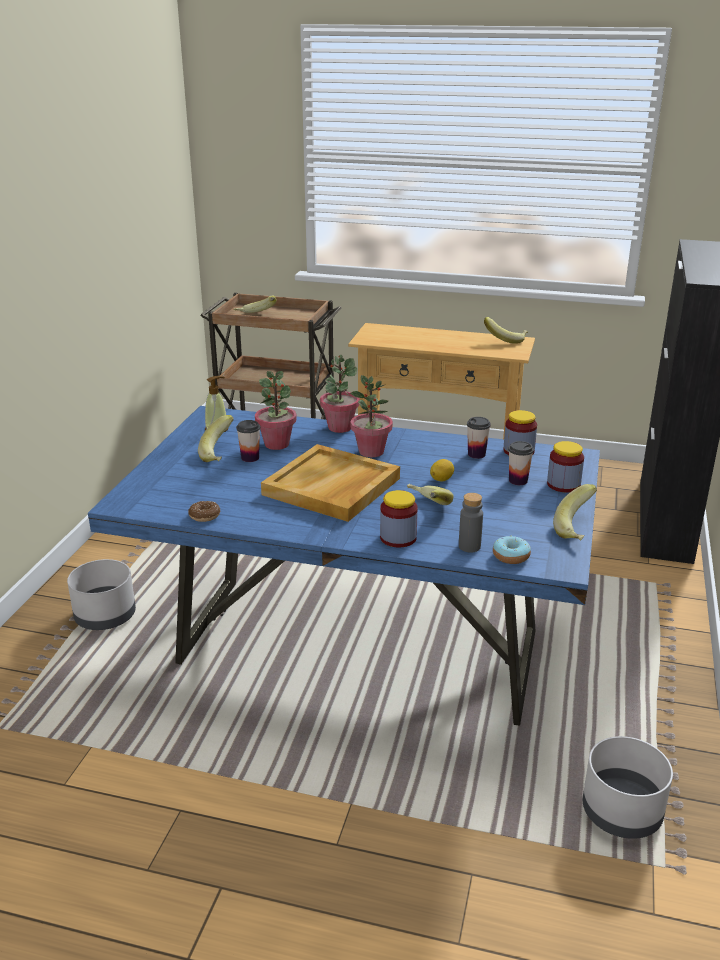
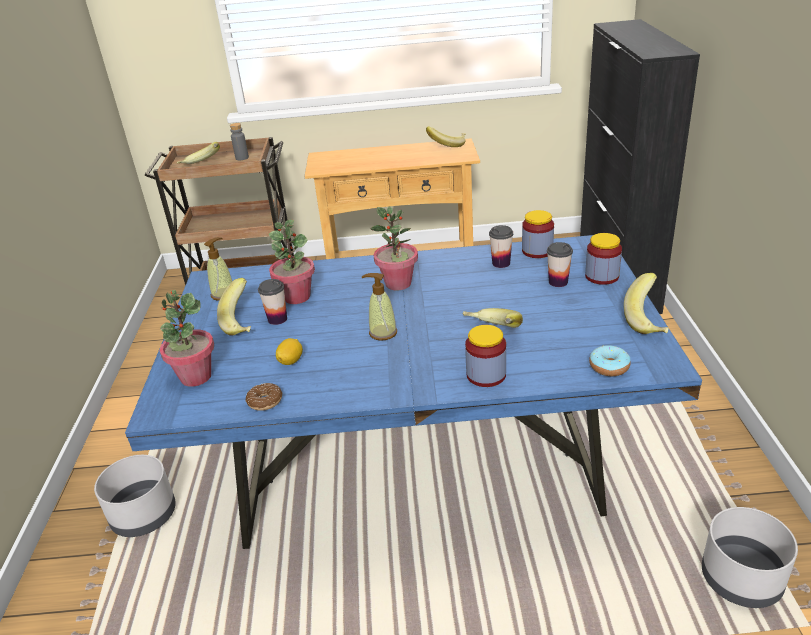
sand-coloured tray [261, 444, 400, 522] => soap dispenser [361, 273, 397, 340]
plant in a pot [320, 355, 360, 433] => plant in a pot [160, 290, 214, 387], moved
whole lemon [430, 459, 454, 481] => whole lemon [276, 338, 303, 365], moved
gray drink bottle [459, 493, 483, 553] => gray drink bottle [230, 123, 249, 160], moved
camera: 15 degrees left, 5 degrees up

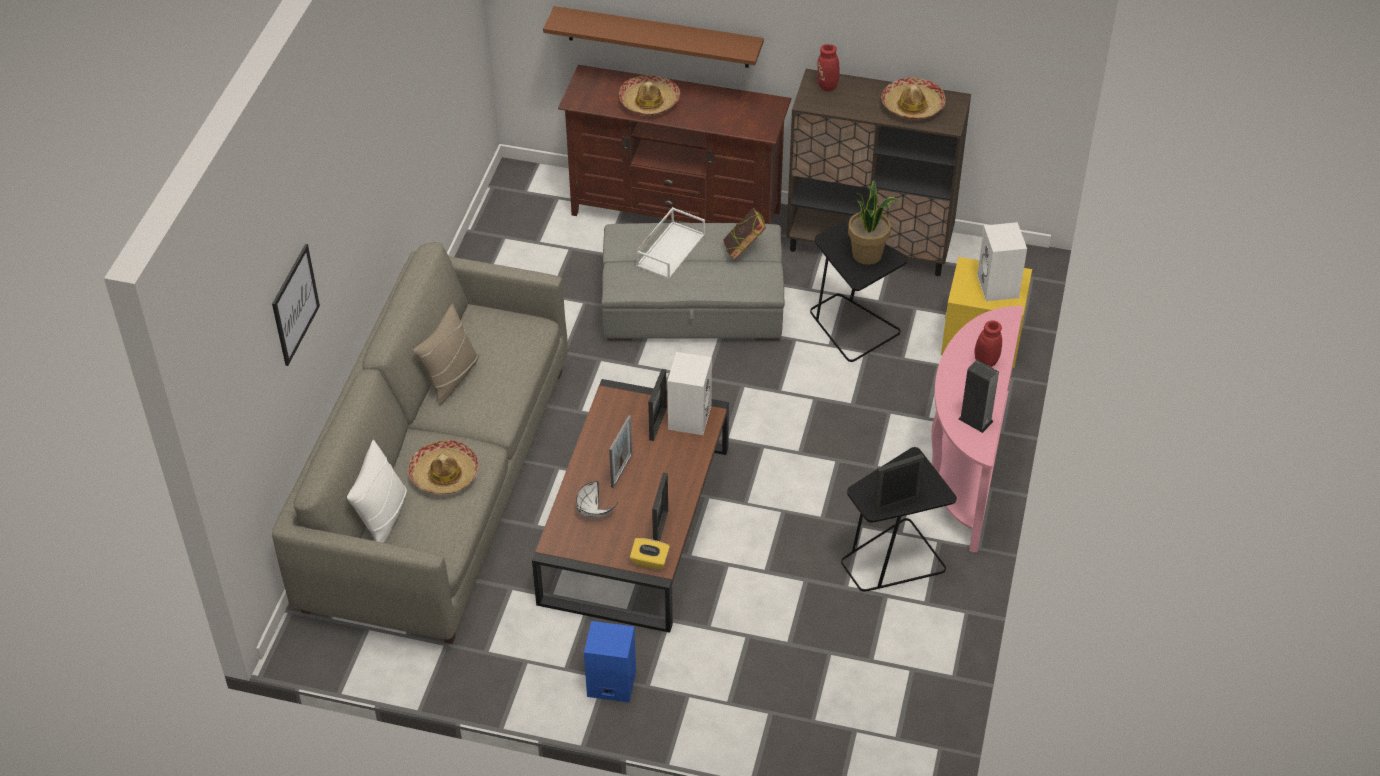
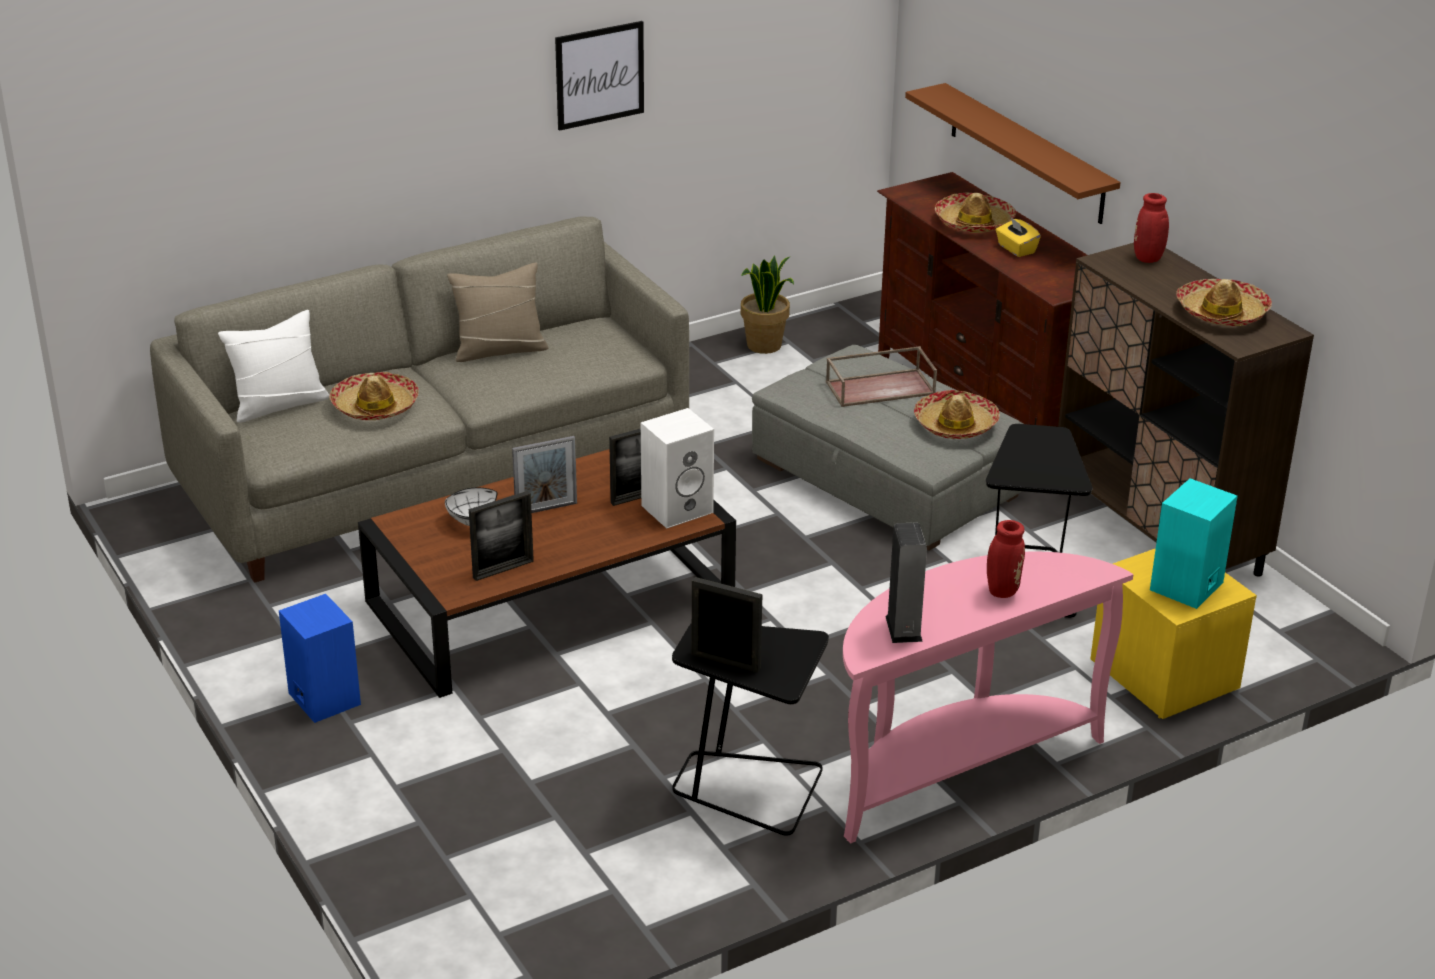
picture [272, 244, 320, 366] => picture [555, 21, 644, 131], moved
yellowish box of tissues [630, 538, 670, 570] => yellowish box of tissues [996, 218, 1041, 257], moved
whitish tray [636, 207, 705, 279] => brown-coloured tray [826, 346, 937, 407]
volume [723, 208, 766, 260] => clothing hat [914, 390, 1000, 439]
plant in a pot [848, 180, 898, 265] => plant in a pot [741, 255, 794, 354], moved
whitish loudspeaker [977, 222, 1027, 301] => turquoise loudspeaker [1150, 478, 1237, 609]
camera: 45 degrees right, 15 degrees down

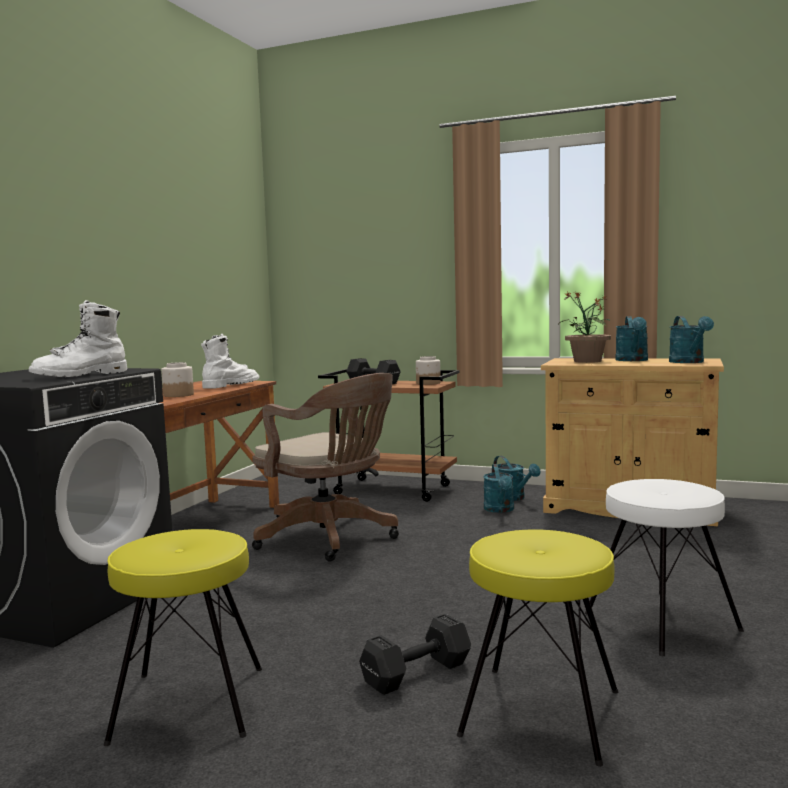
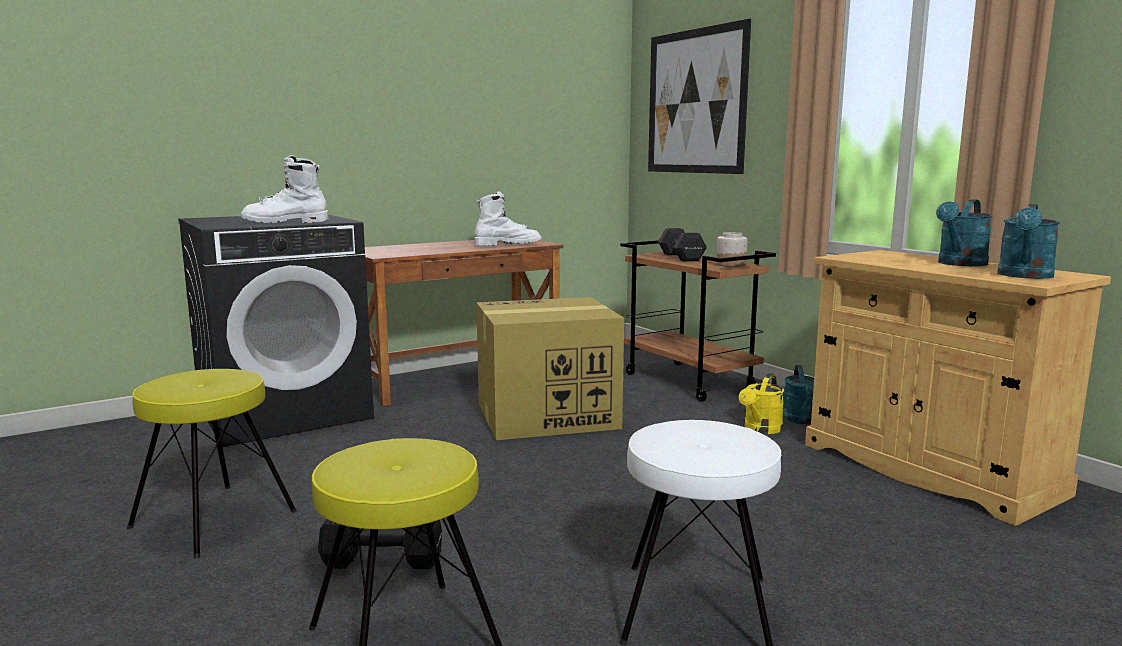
preserve jar [161, 362, 194, 397] => nothing
brown-coloured computer chair [252, 373, 399, 562] => cardboard box [476, 297, 624, 440]
turquoise watering can [483, 464, 514, 513] => yellowish watering can [739, 373, 784, 434]
plant in a pot [558, 291, 611, 363] => nothing
nothing => picture [648, 19, 751, 174]
camera: 35 degrees right, 5 degrees up

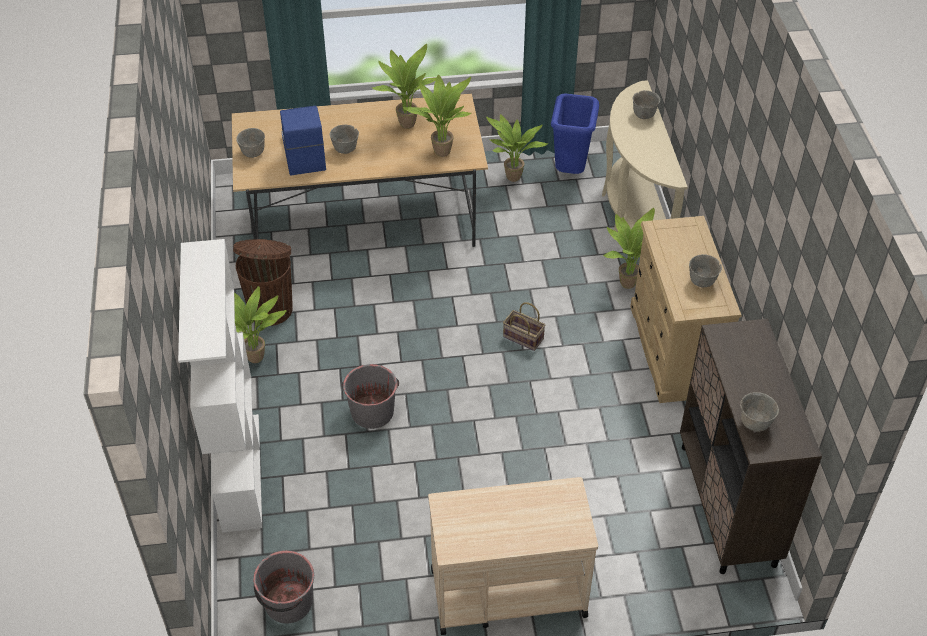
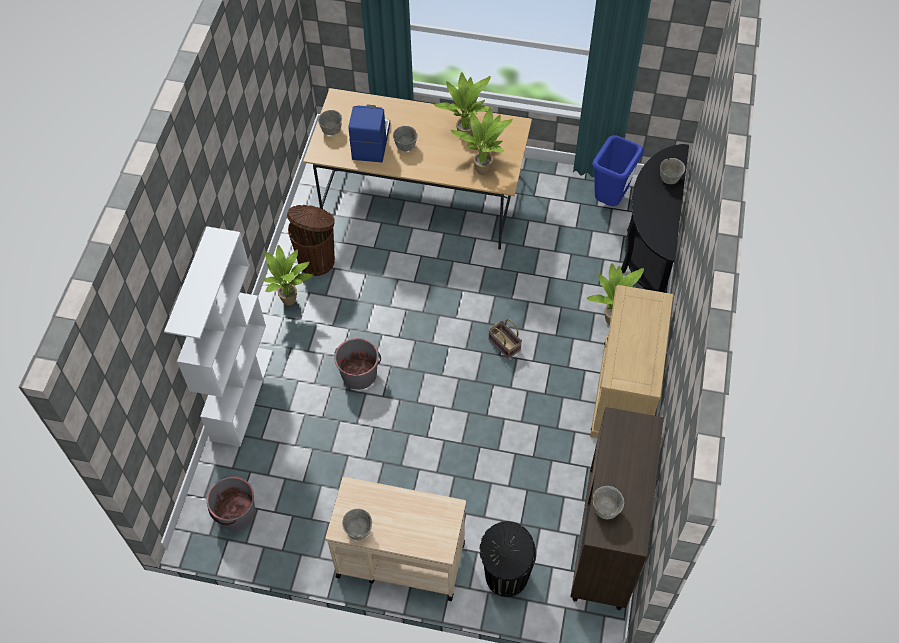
plant in a pot [486, 114, 548, 182] => nothing
sand-coloured narrow table [602, 80, 688, 232] => black narrow table [621, 144, 689, 293]
gray bowl [689, 254, 722, 288] => gray bowl [342, 509, 372, 540], moved
nothing => black trash can [480, 521, 536, 597]
camera: 20 degrees right, 10 degrees up

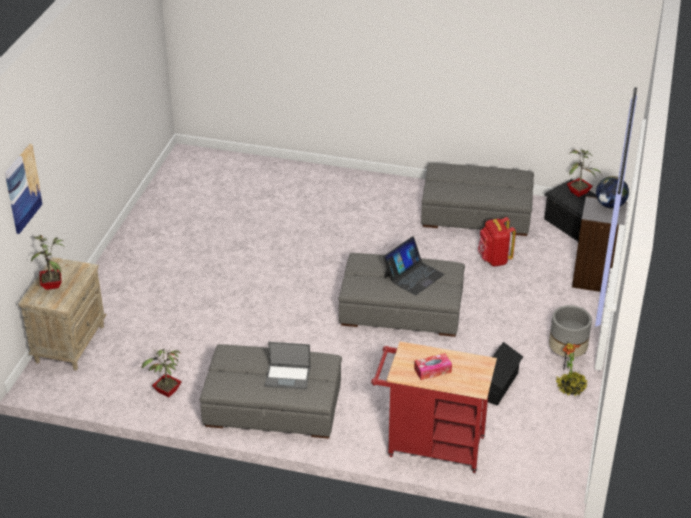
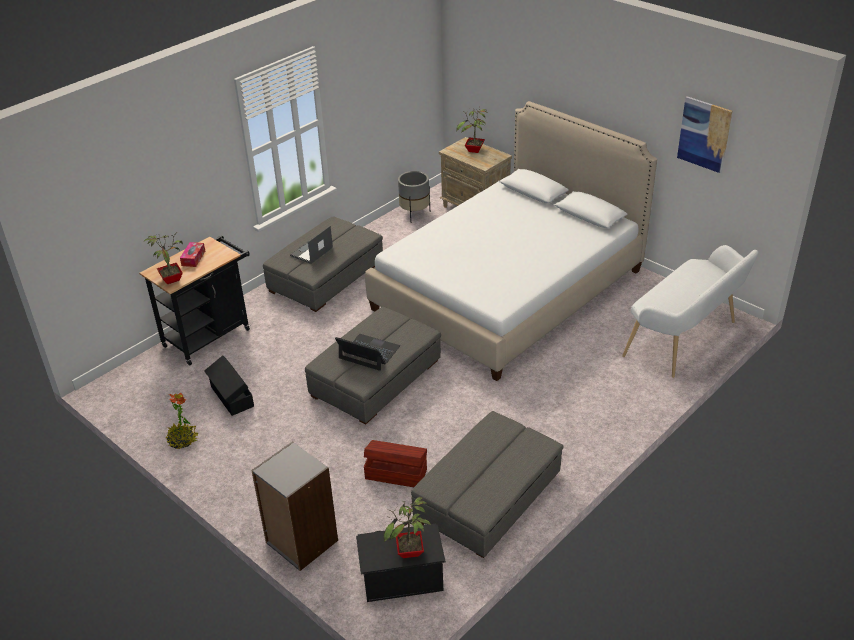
picture [5, 144, 43, 234] => picture [677, 96, 732, 173], moved
plant in a pot [141, 346, 182, 398] => plant in a pot [144, 235, 183, 284], moved
red-coloured wheeled cart [371, 342, 497, 473] => black wheeled cart [139, 236, 250, 365]
portable computer [383, 236, 445, 295] => portable computer [335, 334, 400, 371], 135 degrees clockwise
red-coloured rucksack [478, 217, 516, 267] => brown-coloured storage bin [364, 440, 427, 487]
gray planter [549, 305, 592, 370] => gray planter [398, 171, 430, 220], moved
desk globe [596, 176, 629, 208] => nothing
nothing => sleeping bed [365, 101, 657, 381]
nothing => whitish indoor bench [622, 245, 759, 378]
camera: 120 degrees right, 0 degrees up

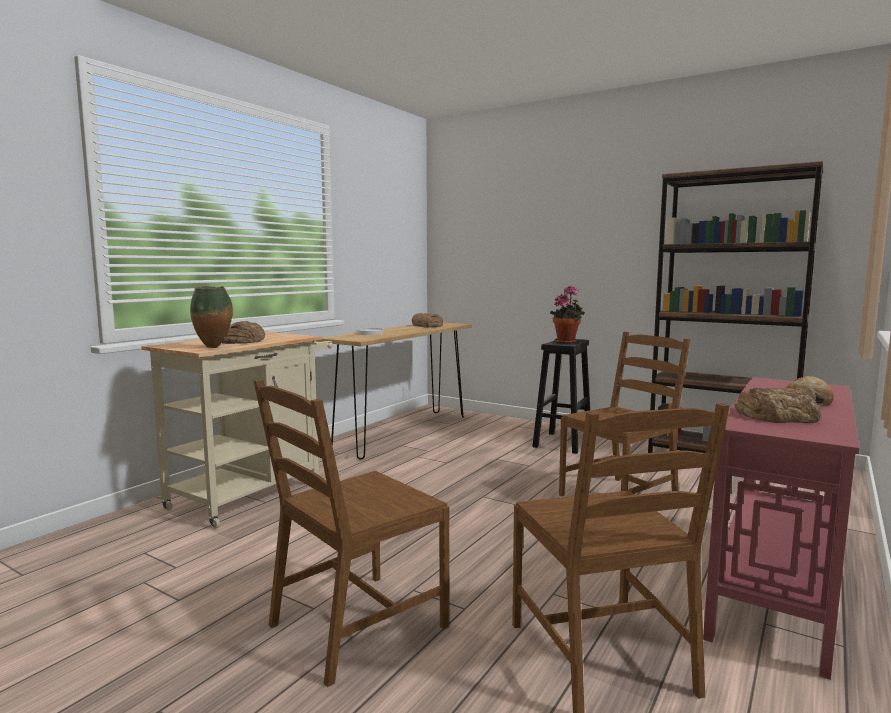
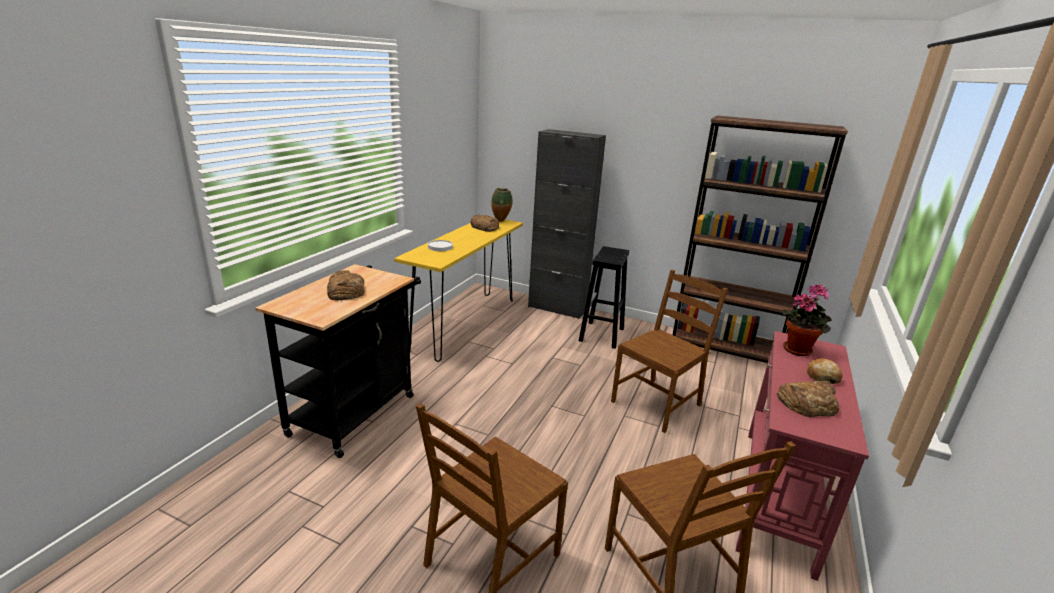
sand-coloured wheeled cart [141, 332, 333, 529] => black wheeled cart [255, 264, 421, 458]
flower vase [190, 286, 233, 348] => flower vase [491, 188, 513, 222], moved
brown-coloured narrow table [316, 322, 472, 459] => yellowish narrow table [394, 220, 523, 362]
plant in a pot [550, 286, 585, 344] => plant in a pot [782, 284, 832, 356], moved
nothing => black cabinet [528, 129, 606, 319]
camera: 10 degrees left, 15 degrees up

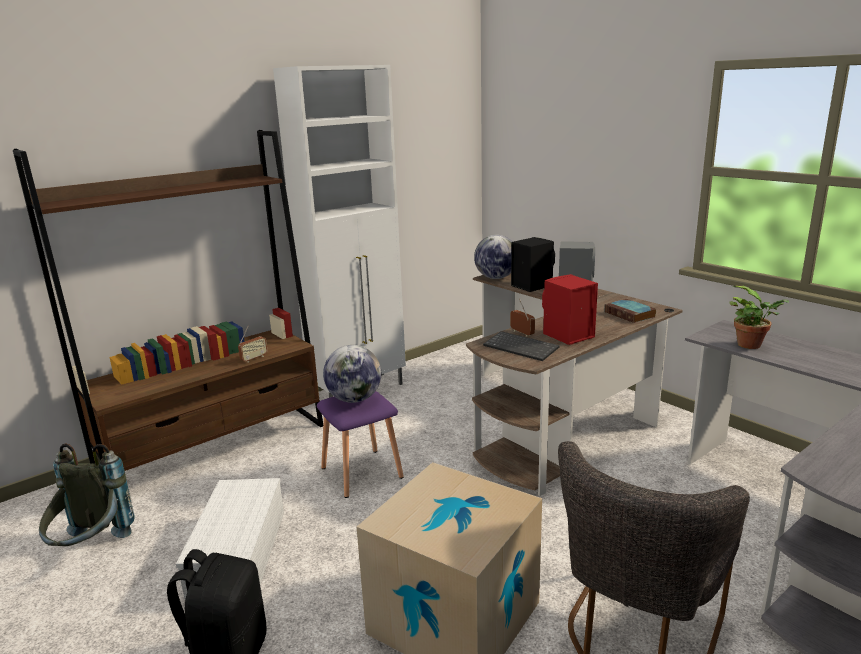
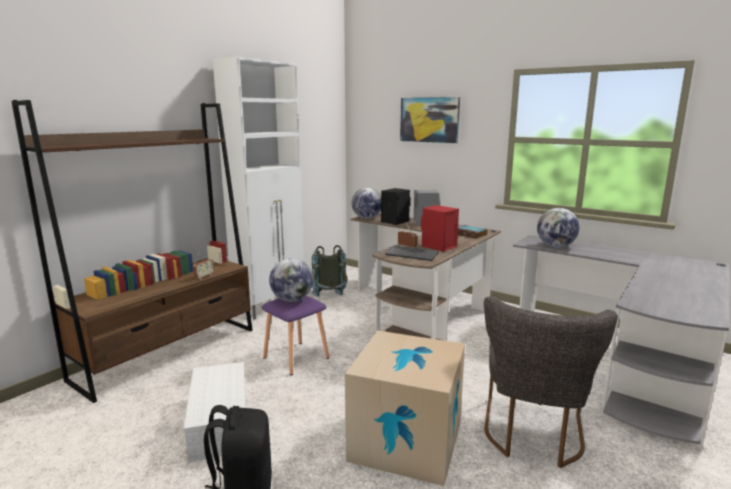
gray rucksack [39, 443, 135, 546] => gray rucksack [311, 245, 347, 297], moved
plant in a pot [730, 286, 789, 349] => desk globe [537, 208, 580, 247]
nothing => picture [400, 97, 460, 143]
camera: 15 degrees left, 5 degrees down

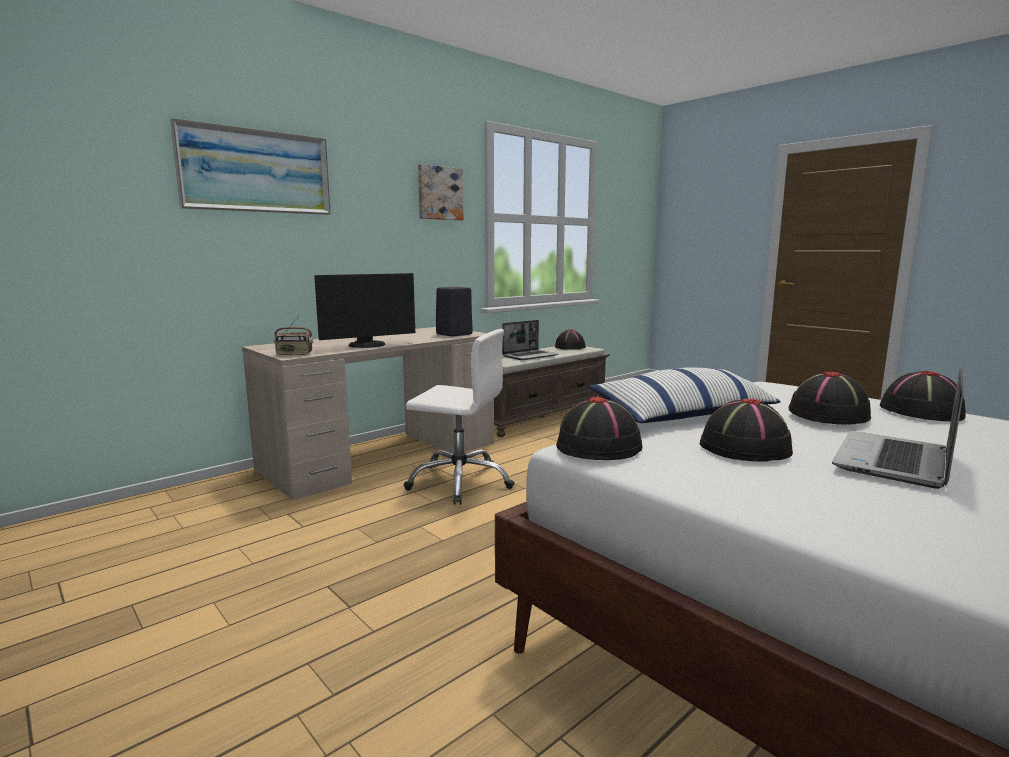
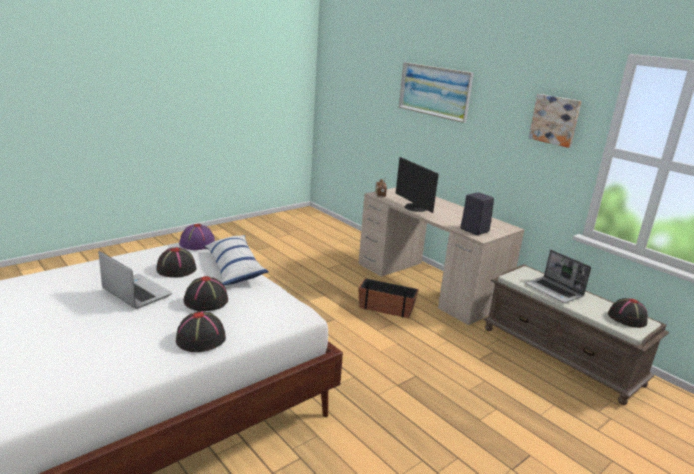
whitish computer chair [403, 329, 514, 505] => planter [358, 278, 419, 318]
black clothing hat [556, 396, 642, 460] => purple clothing hat [179, 223, 215, 250]
camera: 90 degrees right, 10 degrees up

